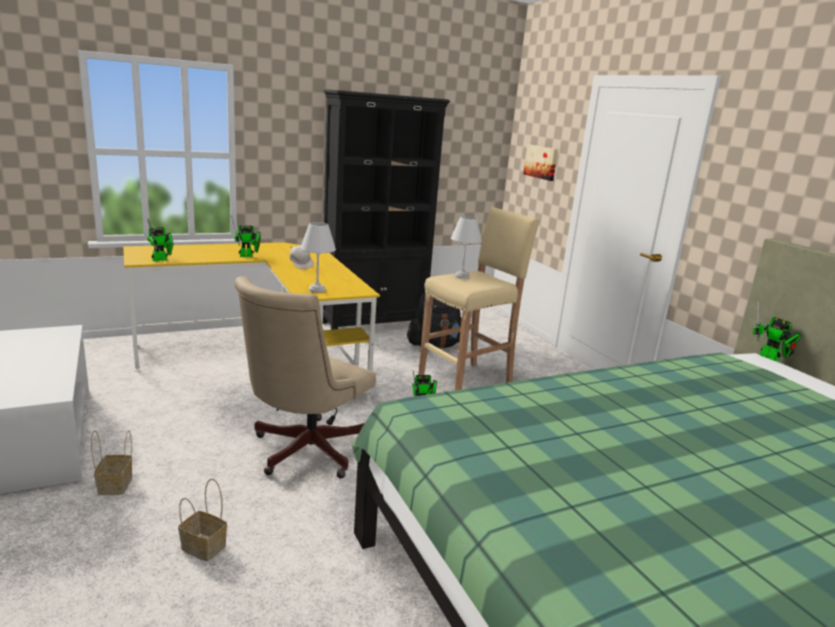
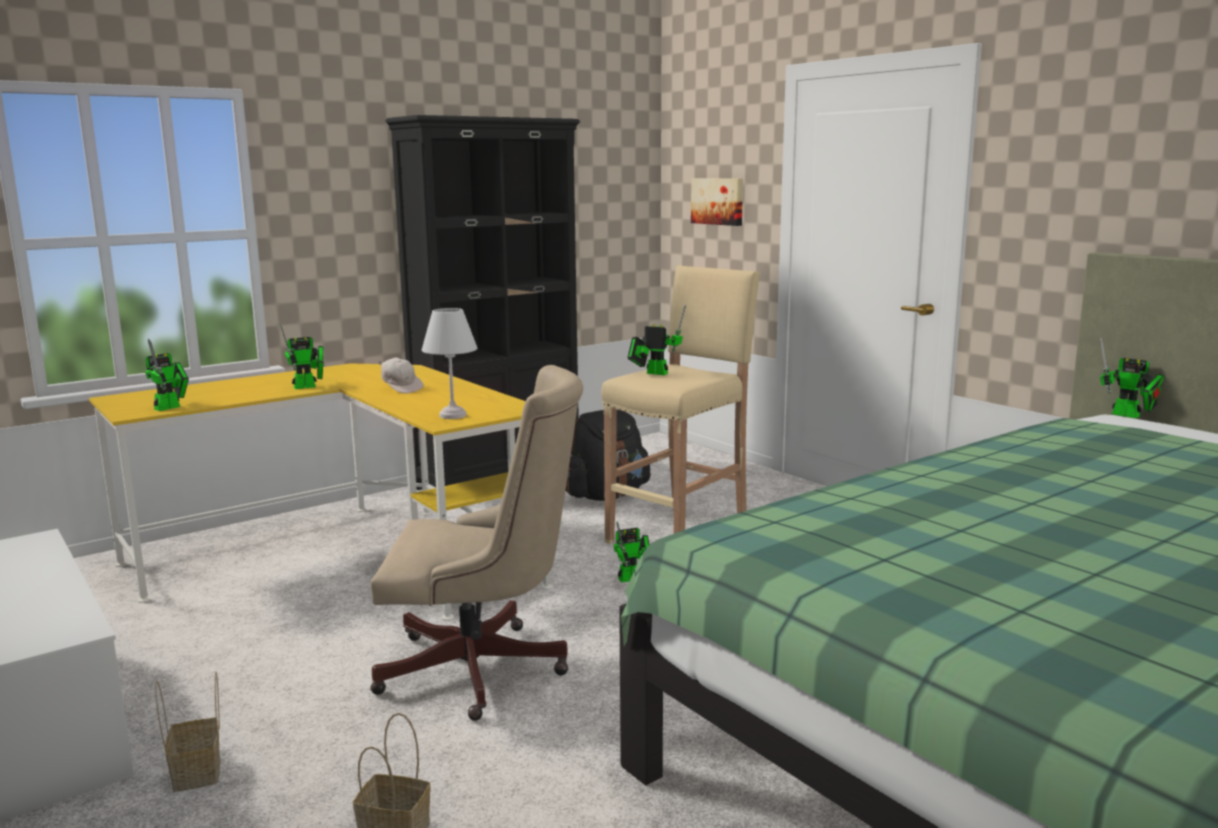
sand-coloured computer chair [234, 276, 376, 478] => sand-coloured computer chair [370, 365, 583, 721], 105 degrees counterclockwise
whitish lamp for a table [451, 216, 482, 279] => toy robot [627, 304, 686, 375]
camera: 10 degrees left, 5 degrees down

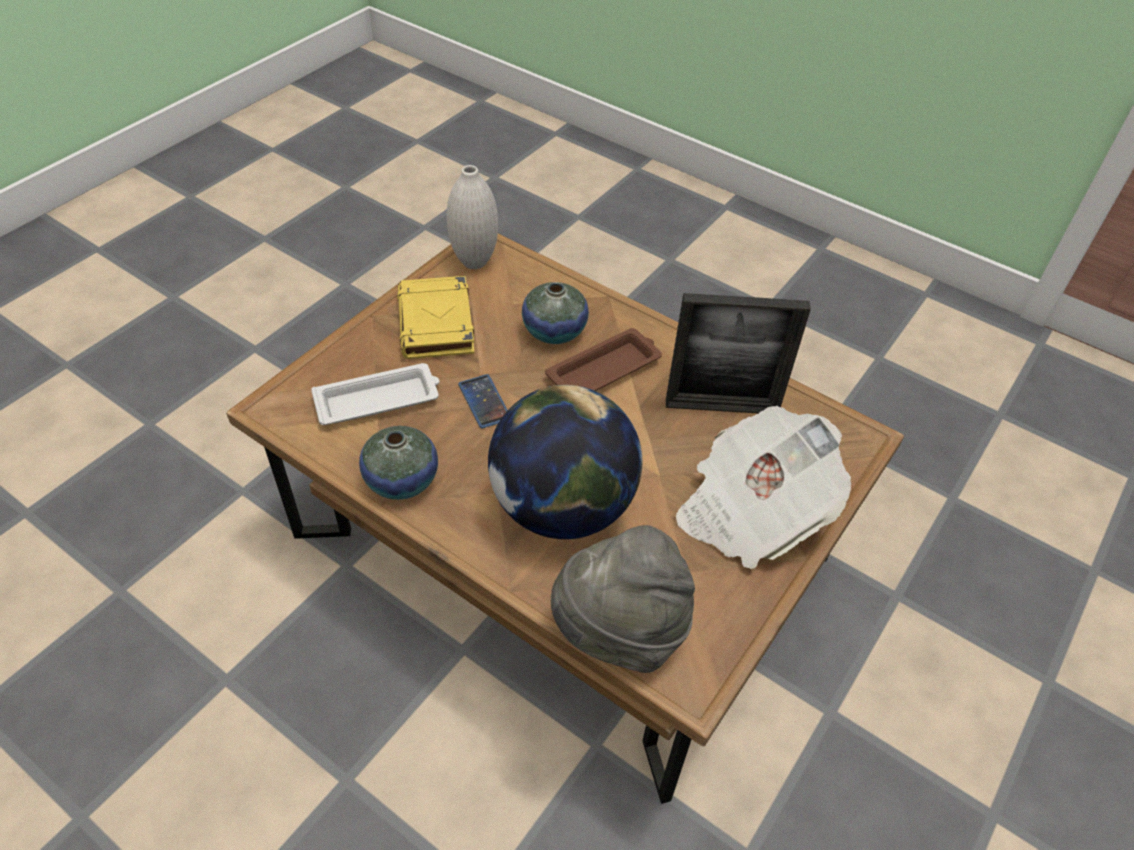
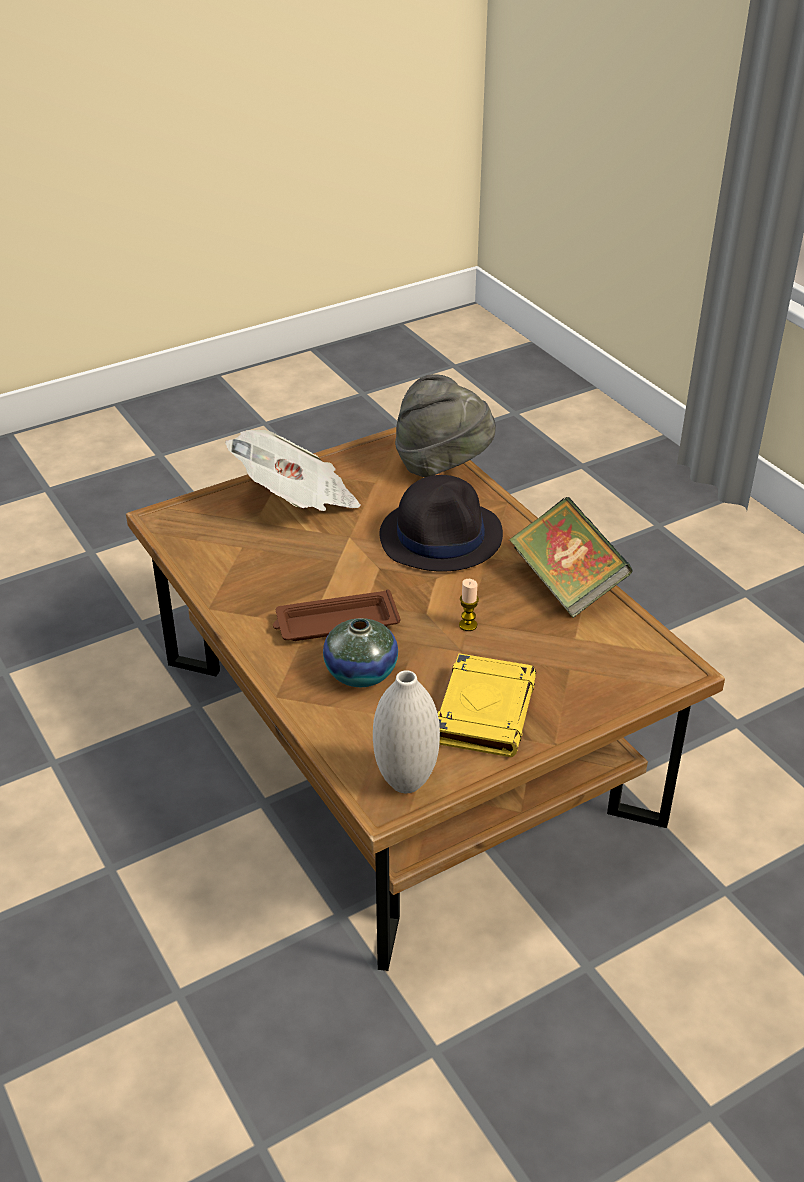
whitish tray [311, 363, 439, 425] => nothing
flower vase [359, 426, 438, 500] => volume [509, 497, 633, 618]
phone [458, 374, 508, 429] => wax candle [459, 579, 479, 631]
desk globe [488, 385, 642, 539] => black clothing hat [379, 475, 503, 572]
standing frame [666, 293, 811, 414] => nothing
camera: 155 degrees left, 10 degrees down

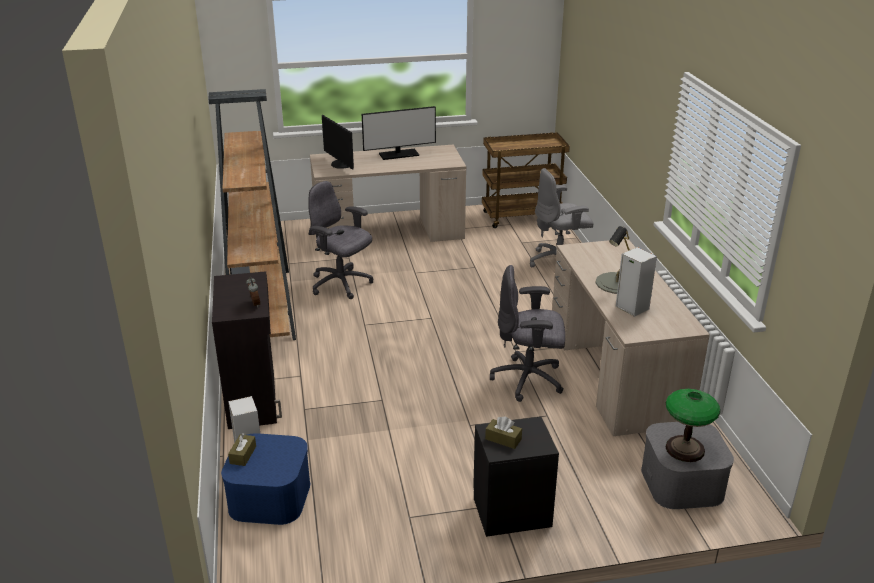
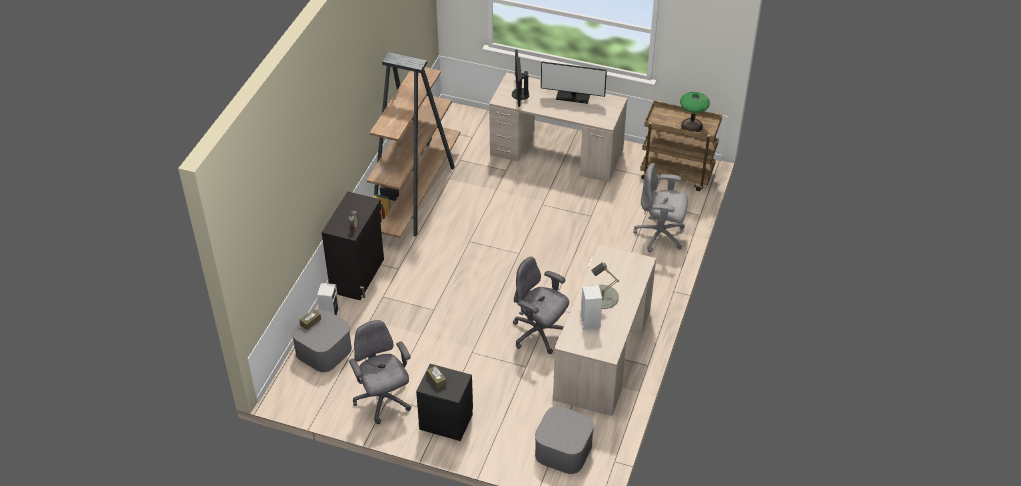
blue-coloured storage bin [221, 433, 310, 525] => gray storage bin [292, 309, 352, 372]
gray computer chair [308, 181, 373, 299] => gray computer chair [349, 320, 411, 424], moved
lamp for a table [666, 389, 720, 462] => lamp for a table [680, 92, 710, 132], moved
camera: 30 degrees right, 15 degrees up

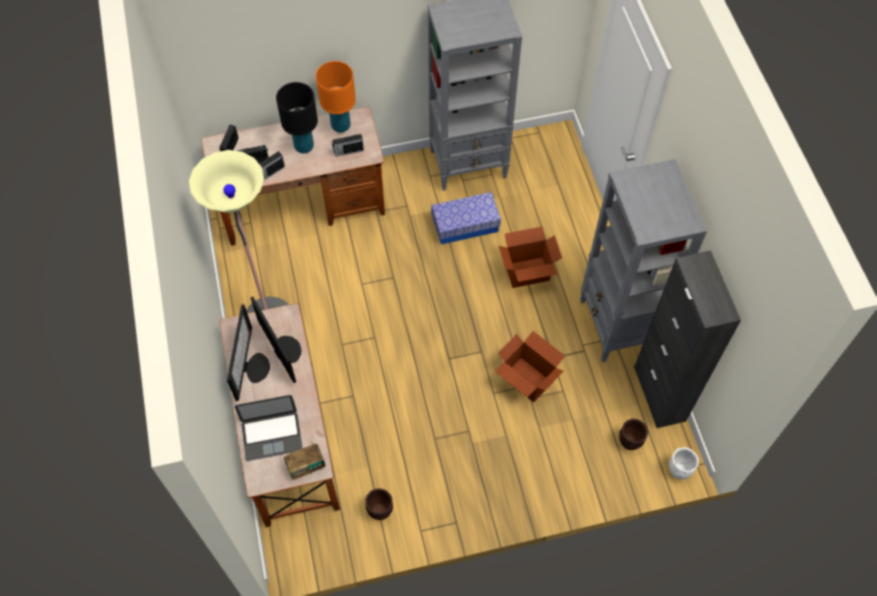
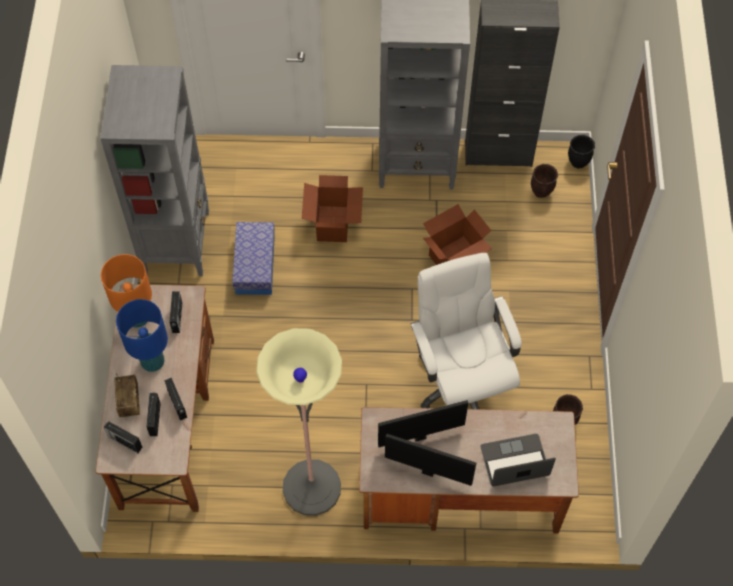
portable computer [235, 395, 303, 461] => portable computer [481, 434, 556, 486], 105 degrees counterclockwise
black lamp for a table [276, 82, 318, 153] => blue-coloured lamp for a table [116, 299, 168, 372]
radio set [284, 440, 325, 480] => radio set [114, 371, 140, 417], moved
whitish planter [669, 447, 699, 479] => black planter [568, 135, 595, 169]
nothing => whitish computer chair [410, 253, 522, 410]
camera: 75 degrees left, 0 degrees up

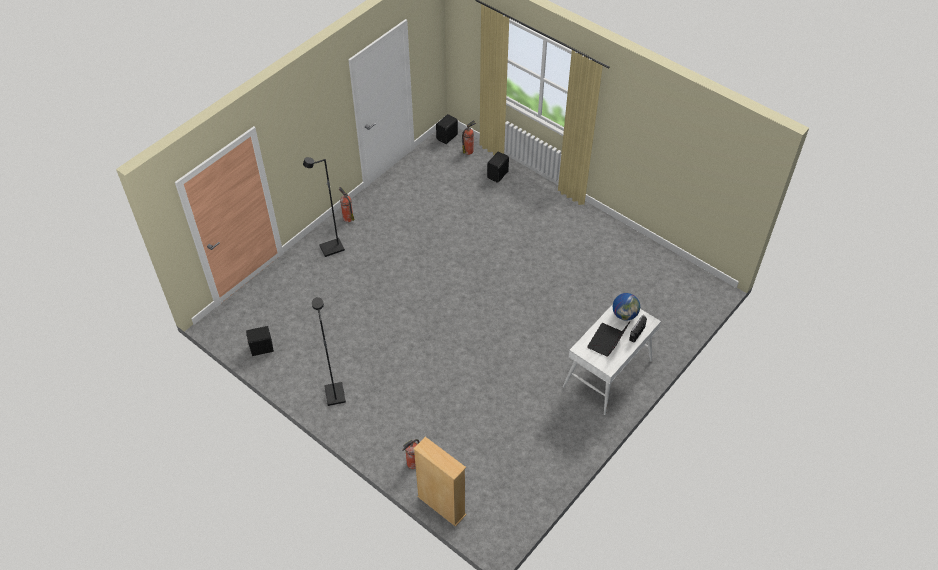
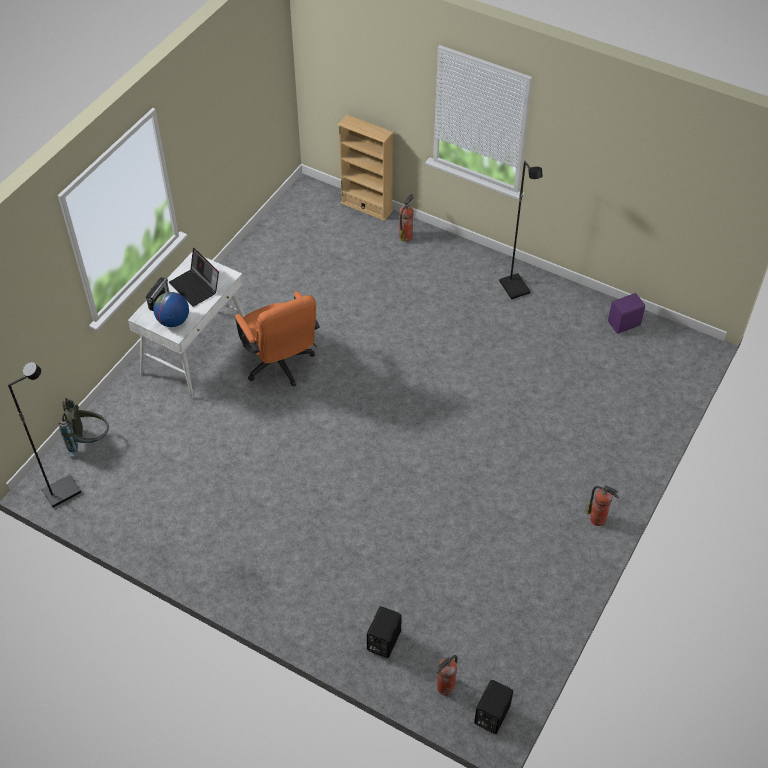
black loudspeaker [246, 326, 274, 356] => purple loudspeaker [608, 293, 645, 334]
black floor lamp [303, 157, 345, 257] => black floor lamp [8, 362, 81, 508], moved
portable computer [587, 322, 630, 356] => portable computer [168, 248, 219, 307], 120 degrees clockwise
nothing => gray rucksack [59, 398, 109, 456]
nothing => orange-coloured computer chair [235, 291, 320, 387]
camera: 170 degrees right, 0 degrees up

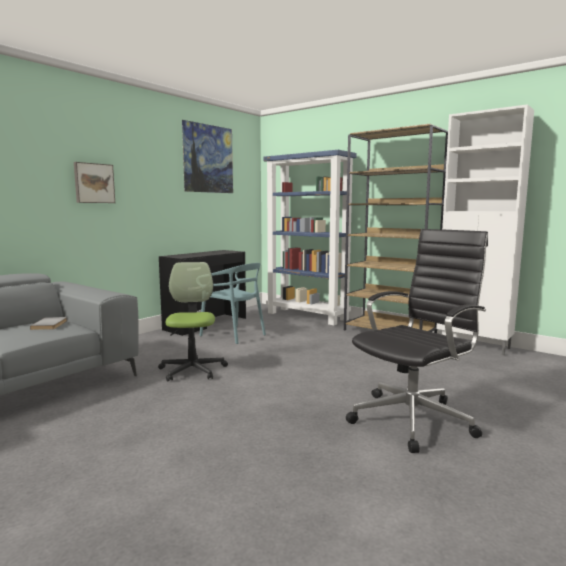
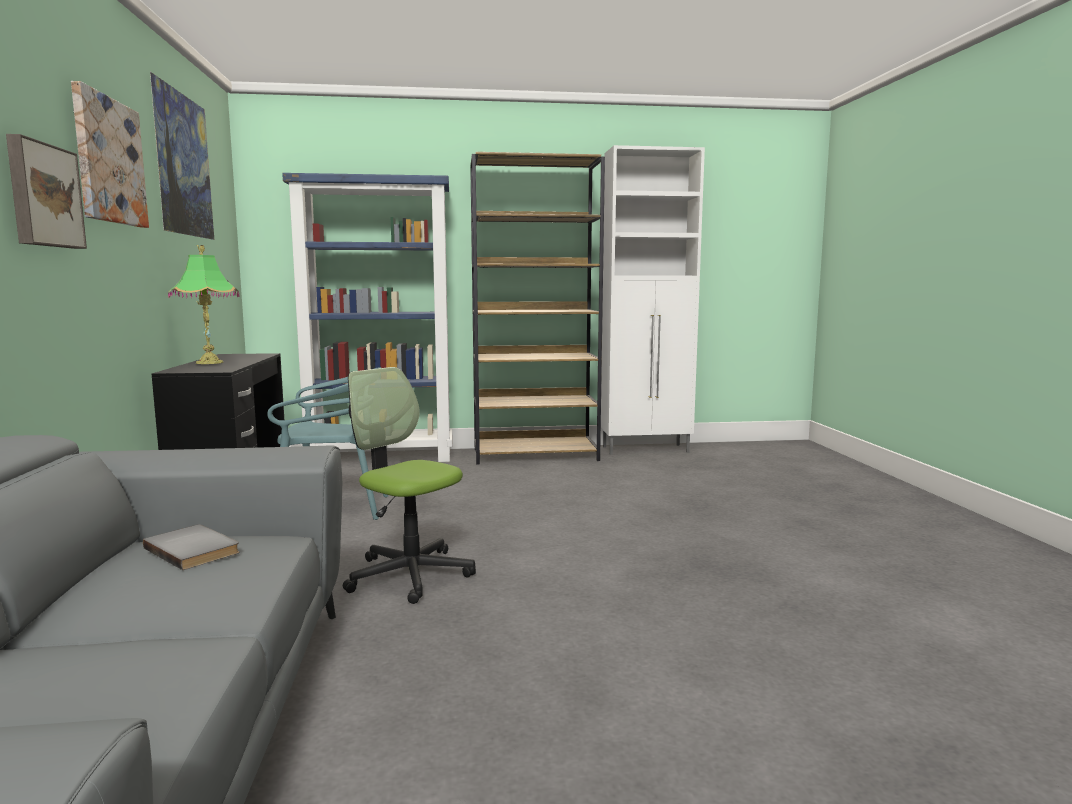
black computer chair [346, 229, 488, 453] => nothing
nothing => picture [71, 81, 149, 228]
nothing => lamp for a table [168, 245, 240, 364]
camera: 45 degrees left, 0 degrees up

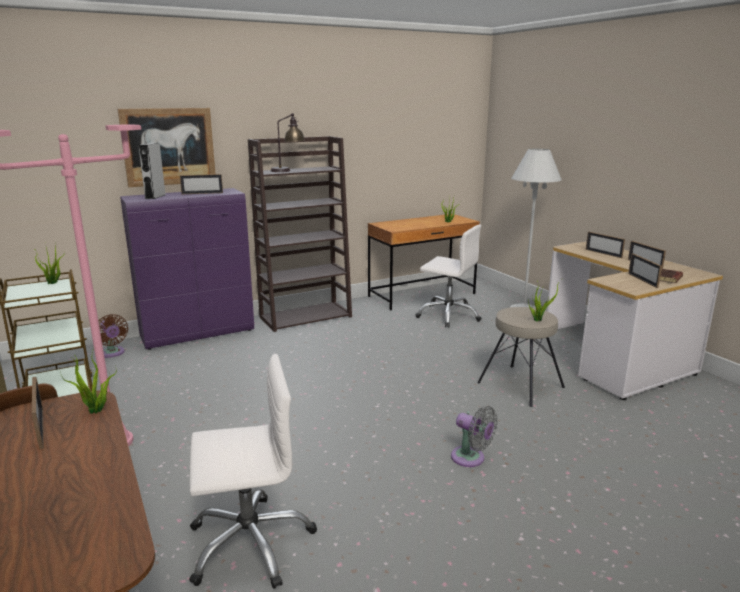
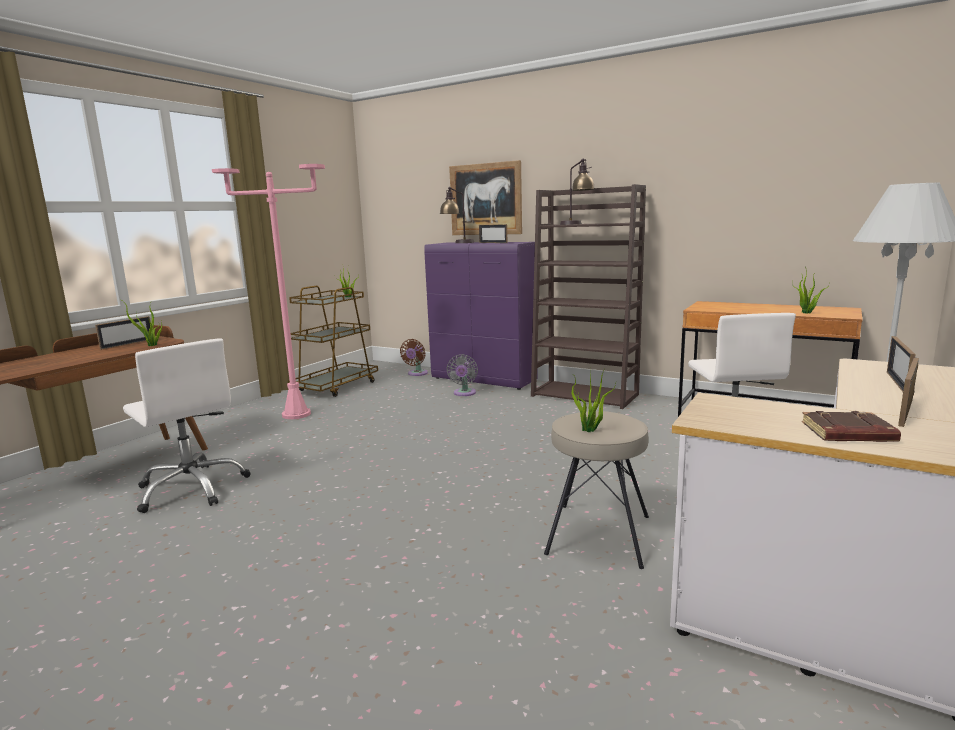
gray loudspeaker [138, 143, 166, 199] => lamp for a table [440, 187, 474, 243]
gray cooling fan [451, 406, 498, 467] => gray cooling fan [447, 354, 478, 396], moved
standing frame [628, 253, 662, 288] => nothing
camera: 60 degrees right, 5 degrees down

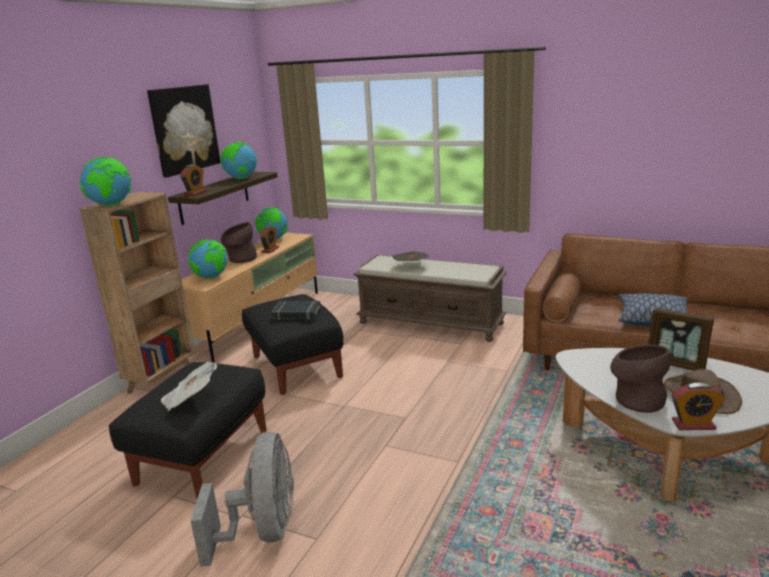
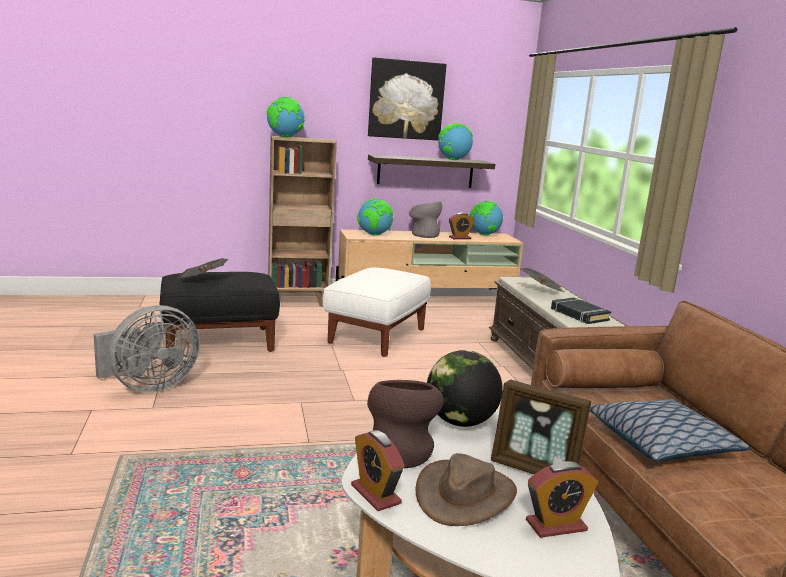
alarm clock [180, 165, 207, 196] => alarm clock [526, 461, 599, 538], moved
brown-coloured flower vase [221, 222, 257, 263] => gray flower vase [409, 202, 442, 238]
black pouffe [242, 294, 344, 395] => whitish pouffe [323, 267, 431, 357]
black volume [272, 301, 321, 320] => black volume [551, 297, 611, 324], moved
standing frame [648, 308, 714, 371] => standing frame [491, 379, 591, 474], 60 degrees counterclockwise
nothing => desk globe [427, 350, 503, 427]
camera: 50 degrees right, 5 degrees down

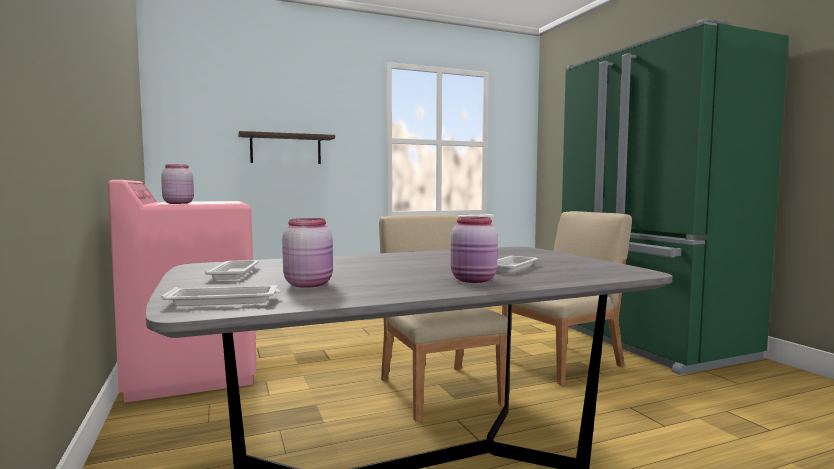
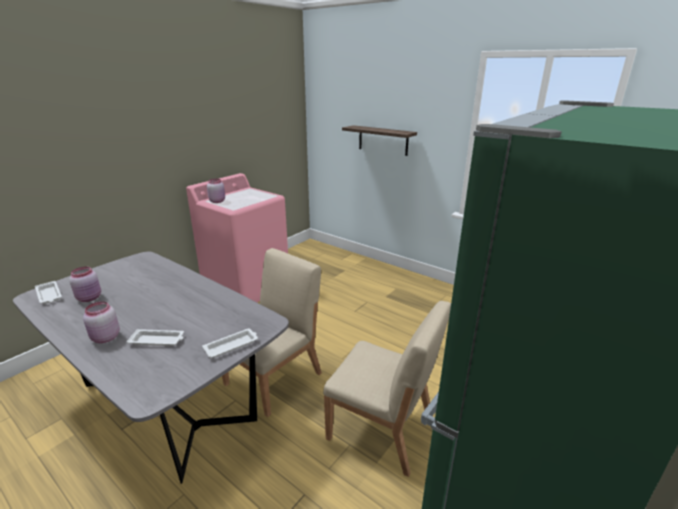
whitish tray [205, 260, 259, 280] => whitish tray [202, 328, 258, 358], moved
camera: 60 degrees right, 20 degrees up

